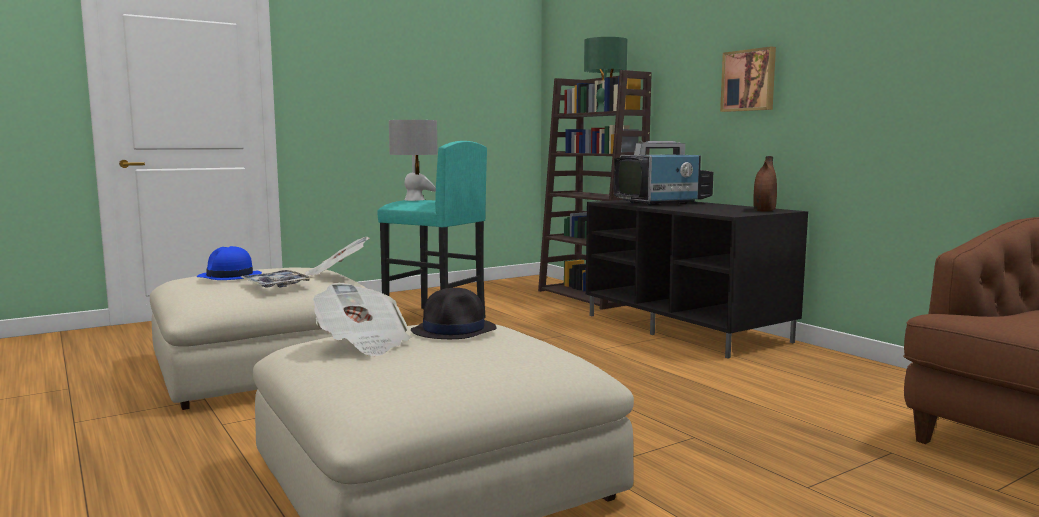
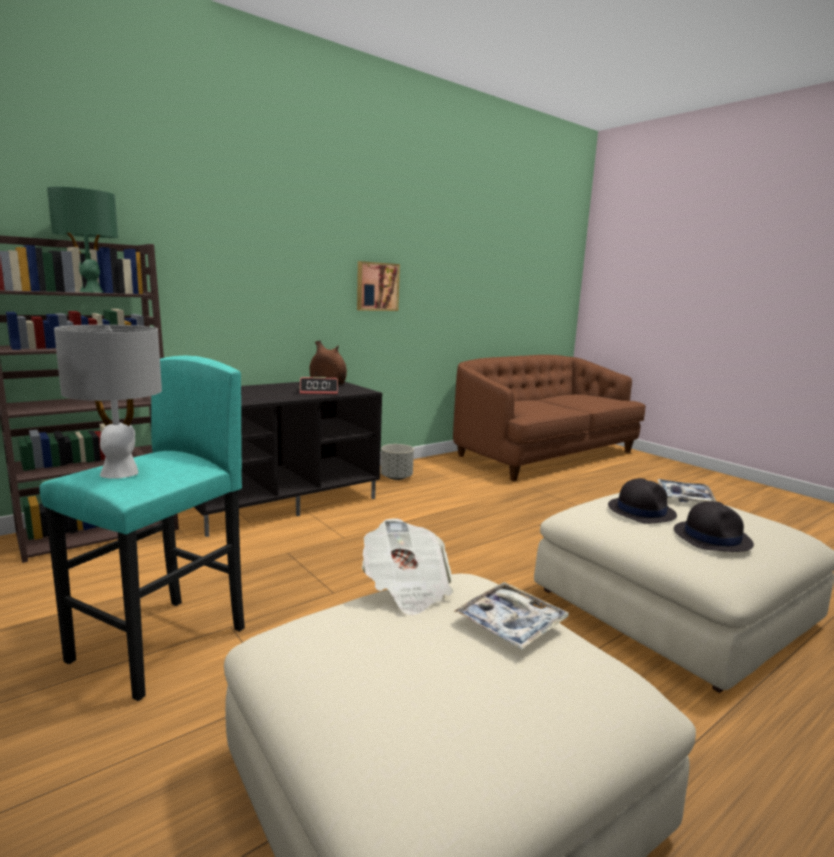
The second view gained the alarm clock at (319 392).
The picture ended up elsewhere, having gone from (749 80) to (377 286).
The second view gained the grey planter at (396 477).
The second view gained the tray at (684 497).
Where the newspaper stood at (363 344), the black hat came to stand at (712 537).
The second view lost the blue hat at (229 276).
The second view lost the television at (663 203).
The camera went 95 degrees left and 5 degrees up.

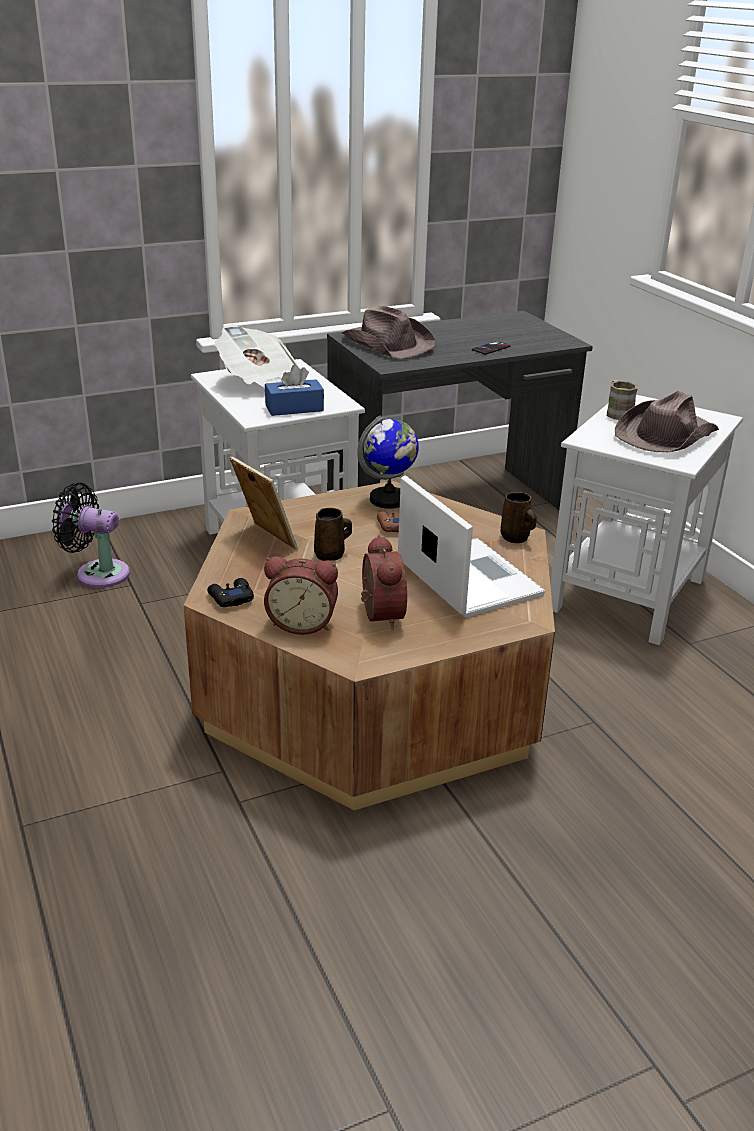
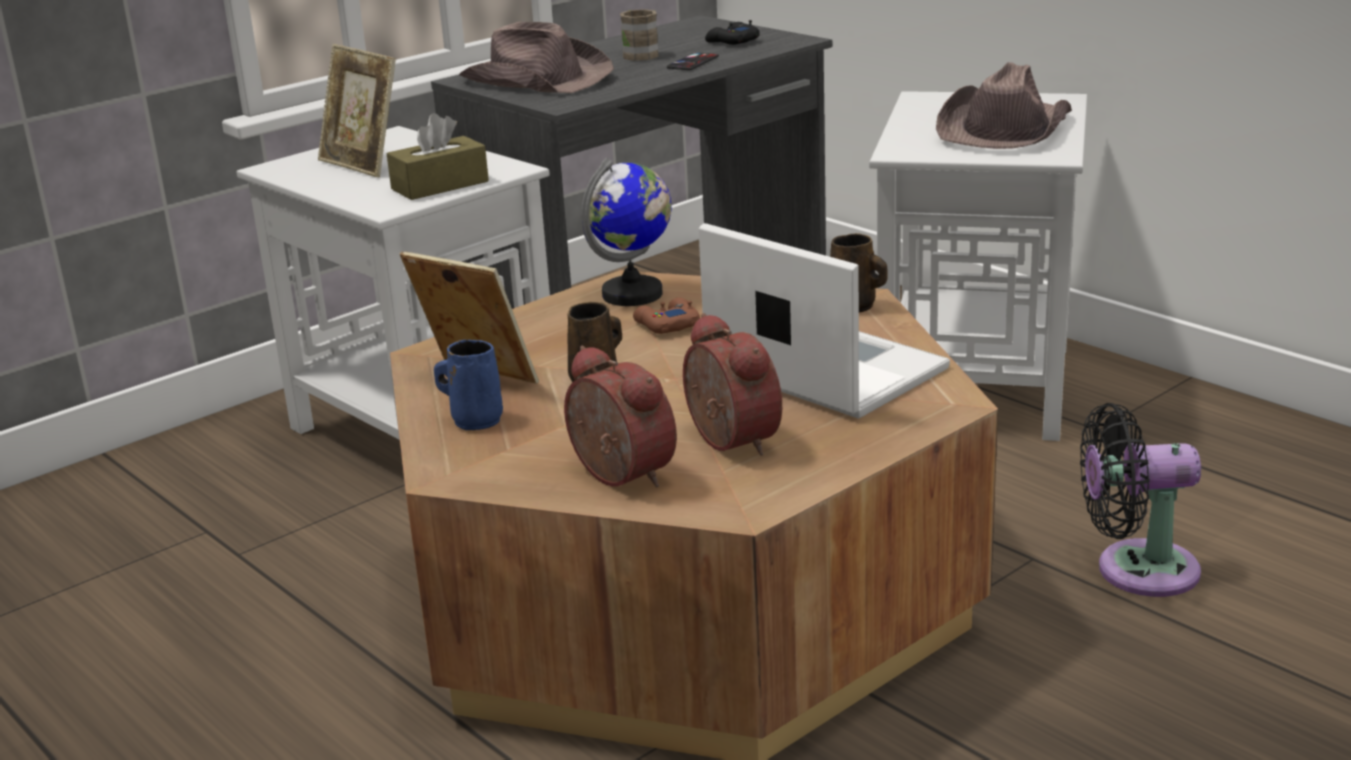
Where the newspaper stood at (261 384), the picture frame came to stand at (363 164).
What was the blue tissue box at (294 408) turned into the brown tissue box at (440 185).
The second view gained the blue mug at (474 420).
The alarm clock at (302 623) ended up facing another way, 120 degrees counterclockwise from before.
The brown mug ended up elsewhere, having gone from (617 412) to (637 54).
The black game controller ended up elsewhere, having gone from (230 598) to (732 41).
The black fan ended up elsewhere, having gone from (97 573) to (1136 570).
The camera went 15 degrees left and 5 degrees down.

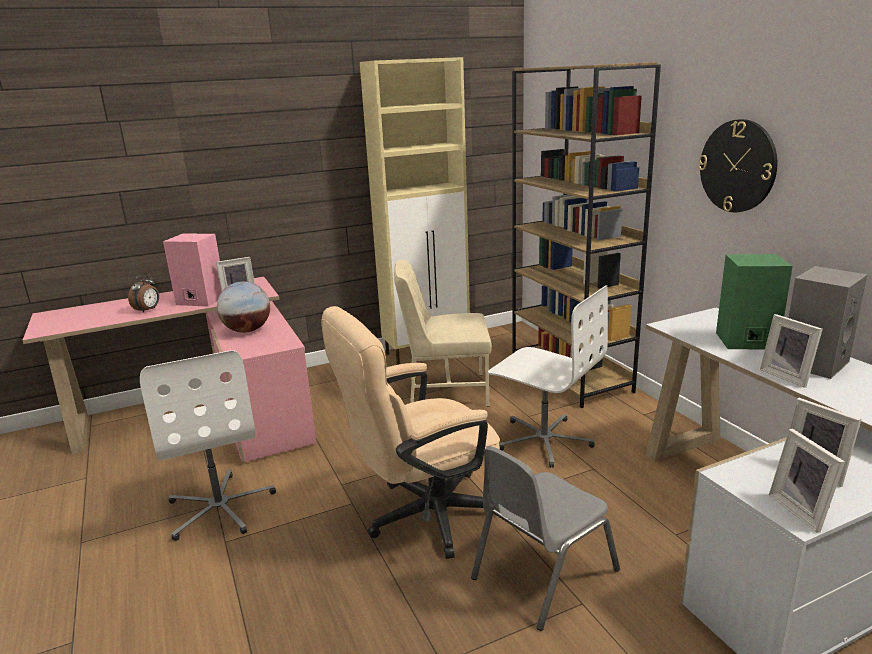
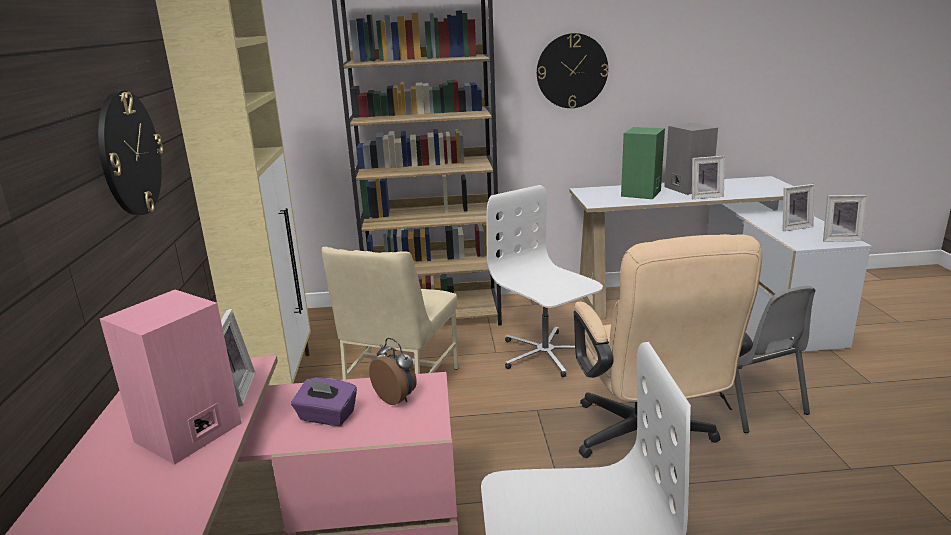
The second view gained the wall clock at (129 154).
Where the globe stood at (247 330), the purple tissue box came to stand at (326 417).
The alarm clock ended up elsewhere, having gone from (148 310) to (397 398).
The white office chair at (544 440) ended up facing another way, 90 degrees counterclockwise from before.
The camera went 70 degrees left and 0 degrees up.

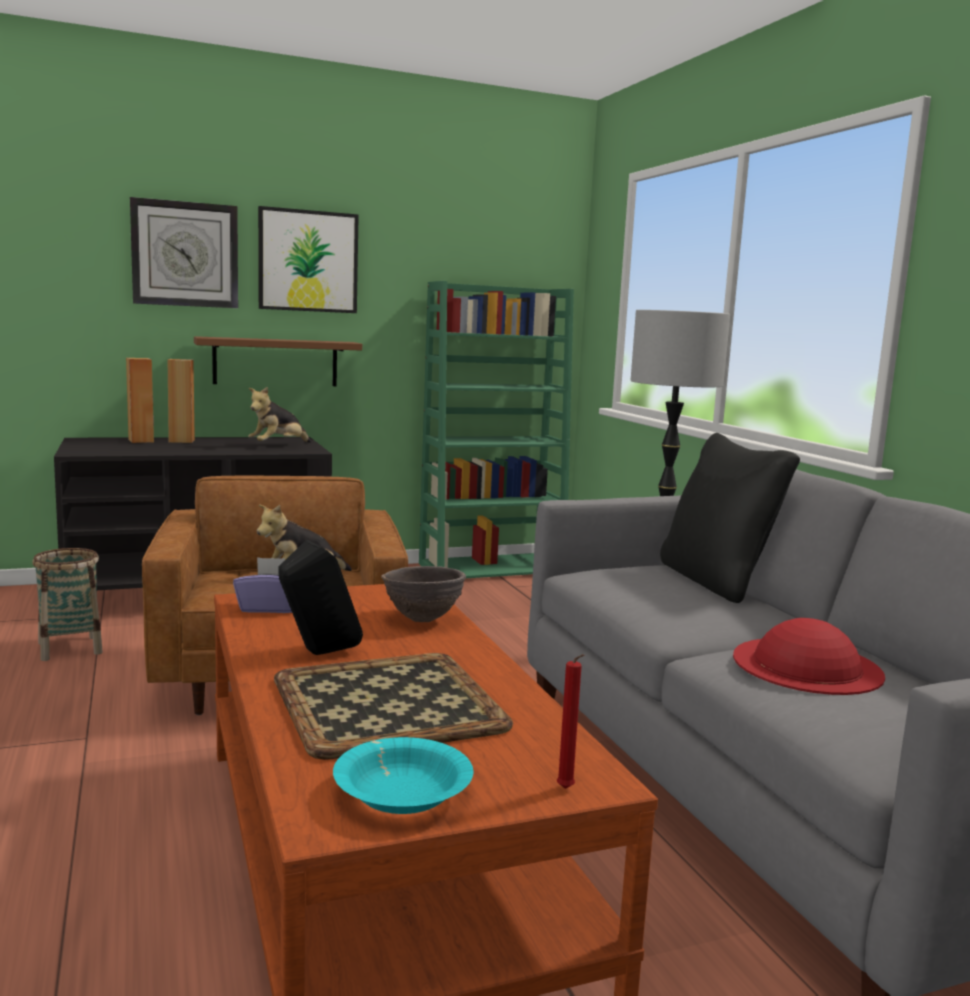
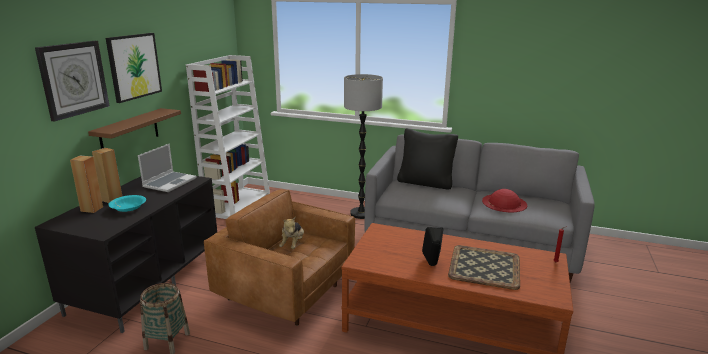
The turquoise bowl ended up elsewhere, having gone from (403 793) to (128 207).
Where the plush toy stood at (278 446), the laptop came to stand at (170 182).
What was the green bookcase at (492 569) turned into the white bookcase at (238 203).
The second view lost the purple tissue box at (269 608).
The second view lost the brown bowl at (422 619).
The camera went 50 degrees left and 10 degrees up.

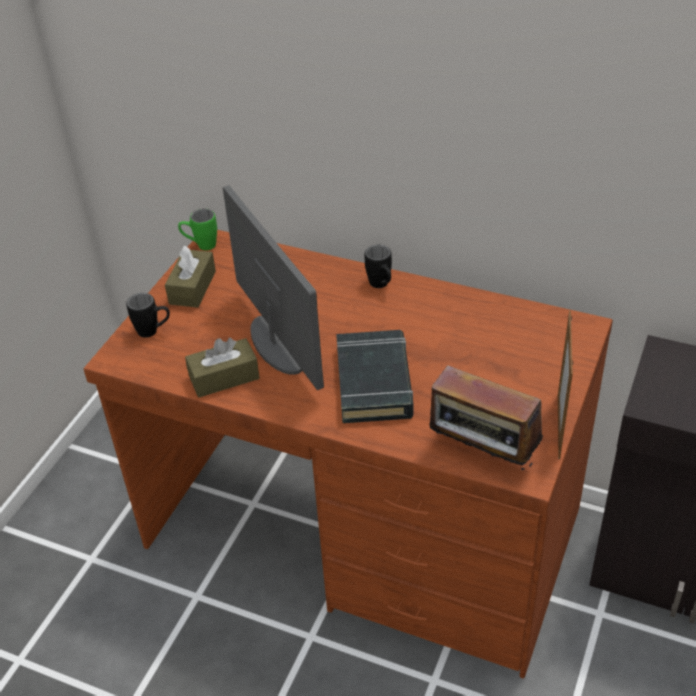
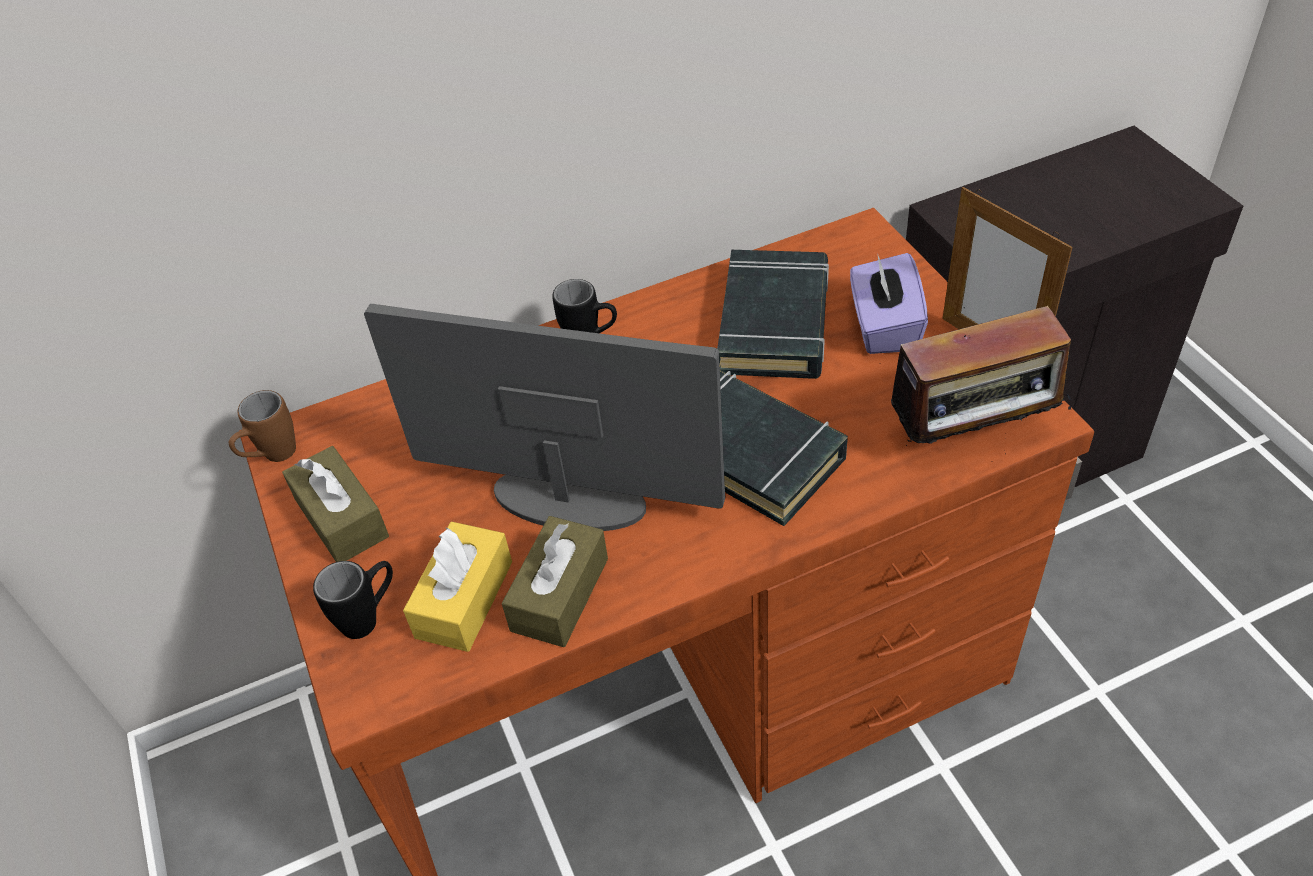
What was the green mug at (201 245) turned into the brown mug at (272 457).
The second view gained the yellow tissue box at (464 599).
The second view gained the black book at (775 323).
The second view gained the purple tissue box at (884 327).
The camera went 45 degrees left and 5 degrees up.

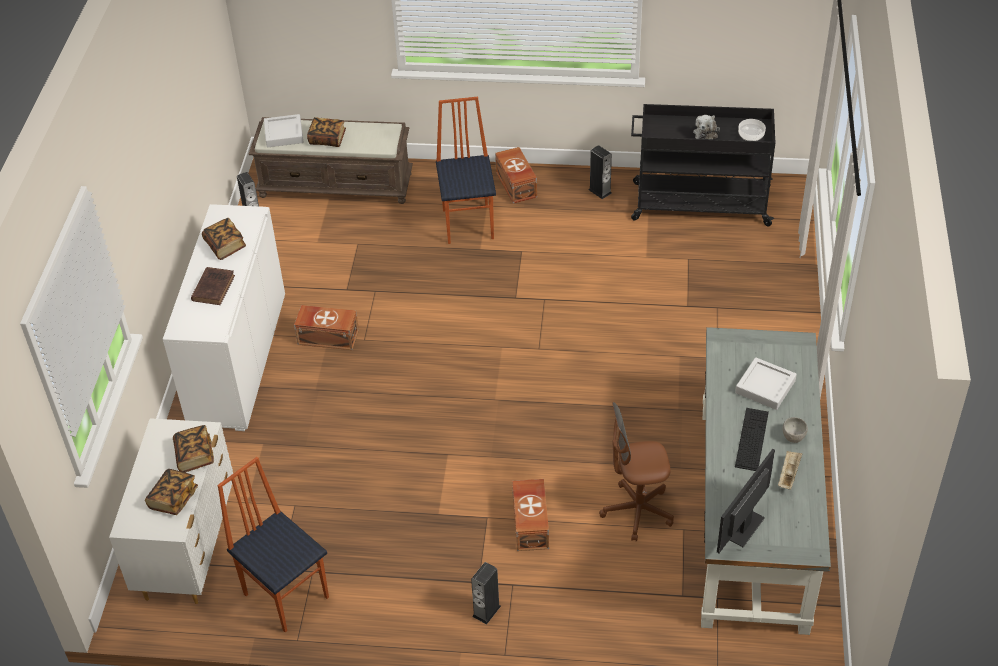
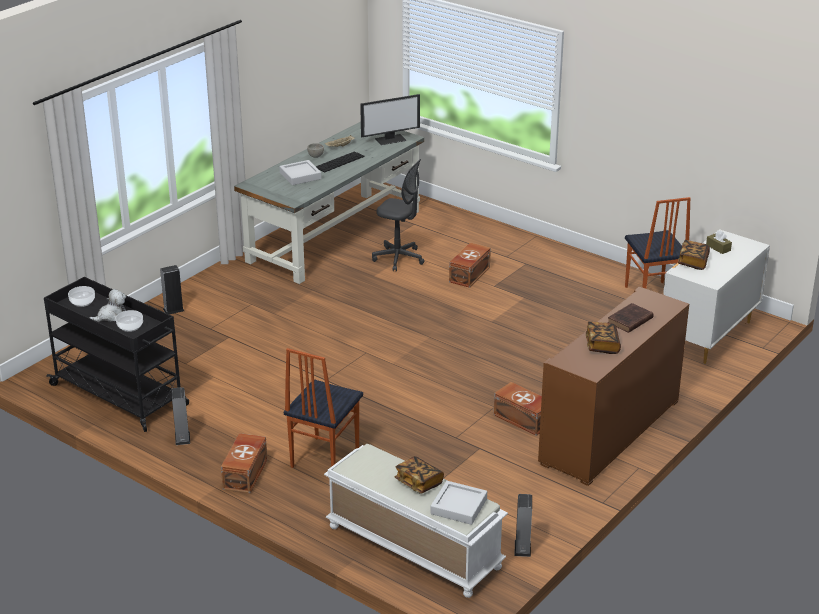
The second view gained the bowl at (130 327).
The speaker ended up elsewhere, having gone from (486 611) to (173 310).
What was the brown bench at (337 184) turned into the white bench at (412 547).
What was the brown office chair at (637 511) turned into the grey office chair at (398 258).
What was the white cabinet at (238 359) turned into the brown cabinet at (610 432).
Where the book stood at (173 499), the brown tissue box came to stand at (718 248).
The camera went 150 degrees left and 15 degrees down.

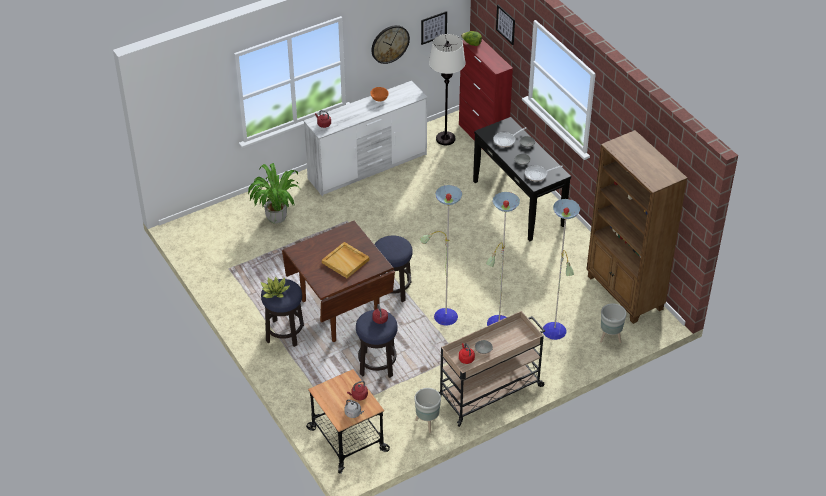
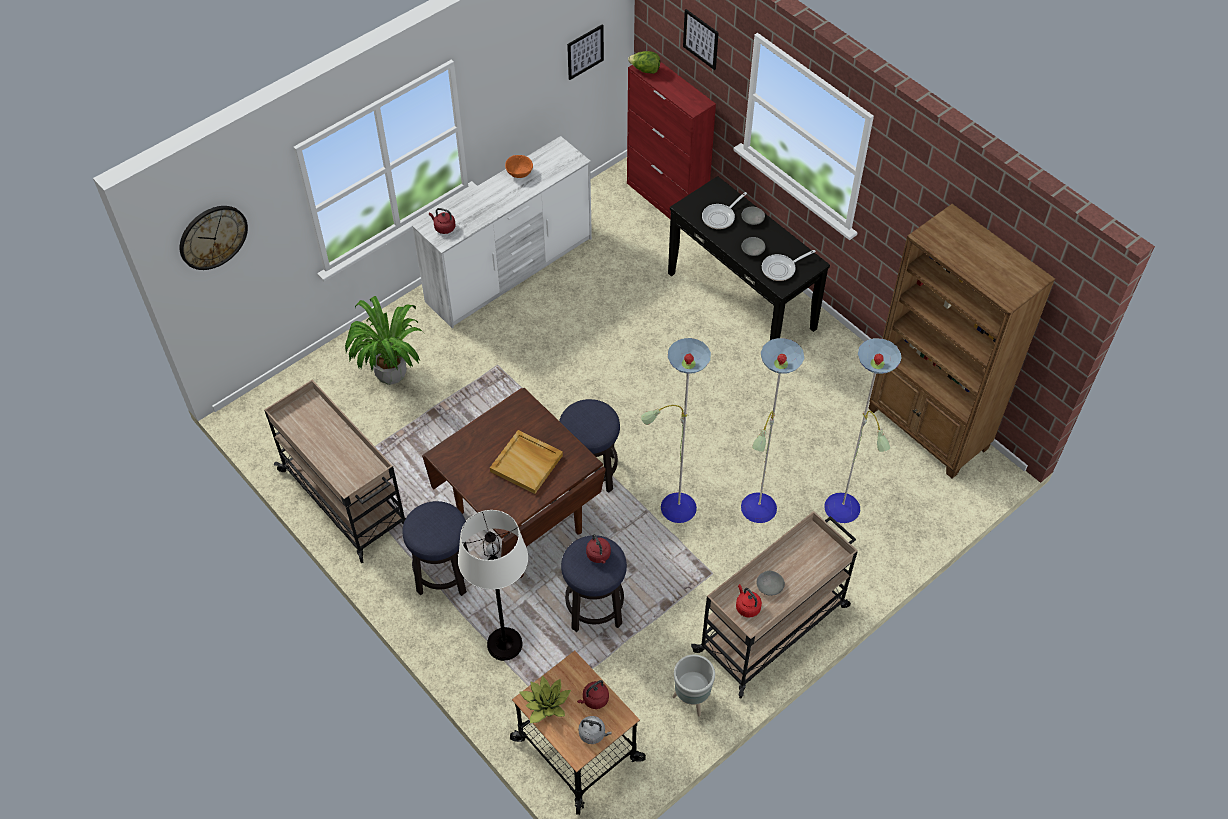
The wall clock ended up elsewhere, having gone from (390 44) to (213 237).
The second view gained the beige cart at (346 500).
The white floor lamp ended up elsewhere, having gone from (445 139) to (504 644).
The potted plant ended up elsewhere, having gone from (274 292) to (545 704).
The second view lost the grey planter at (610 338).
The camera went 10 degrees left and 10 degrees up.

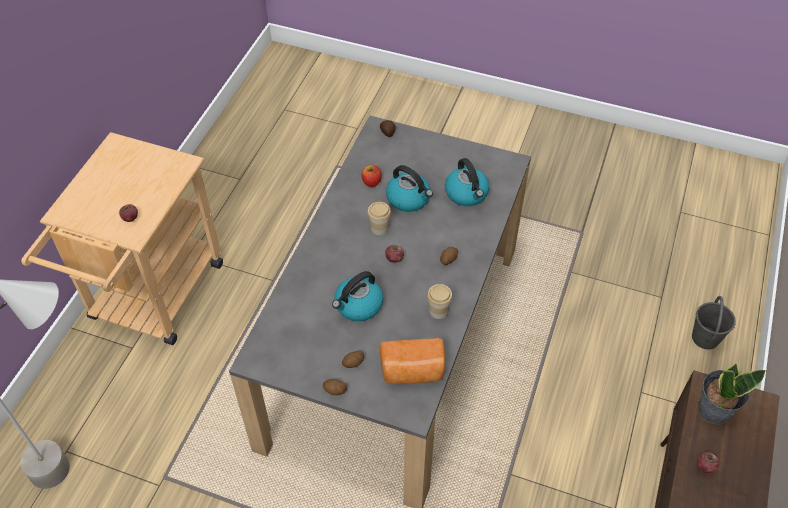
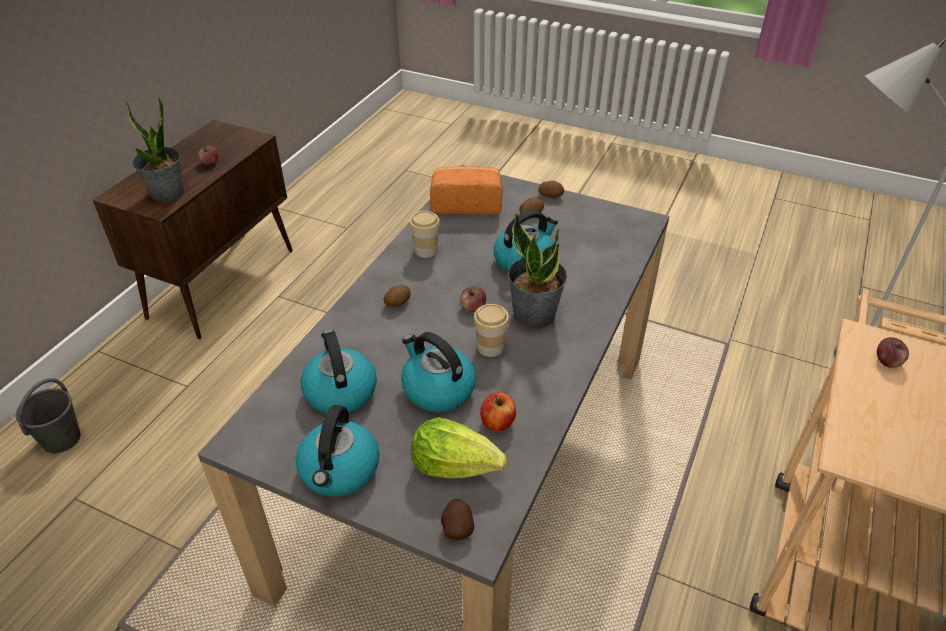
The second view gained the kettle at (340 470).
The second view gained the lettuce at (455 465).
The second view gained the potted plant at (534 314).
The camera went 175 degrees left and 10 degrees down.

